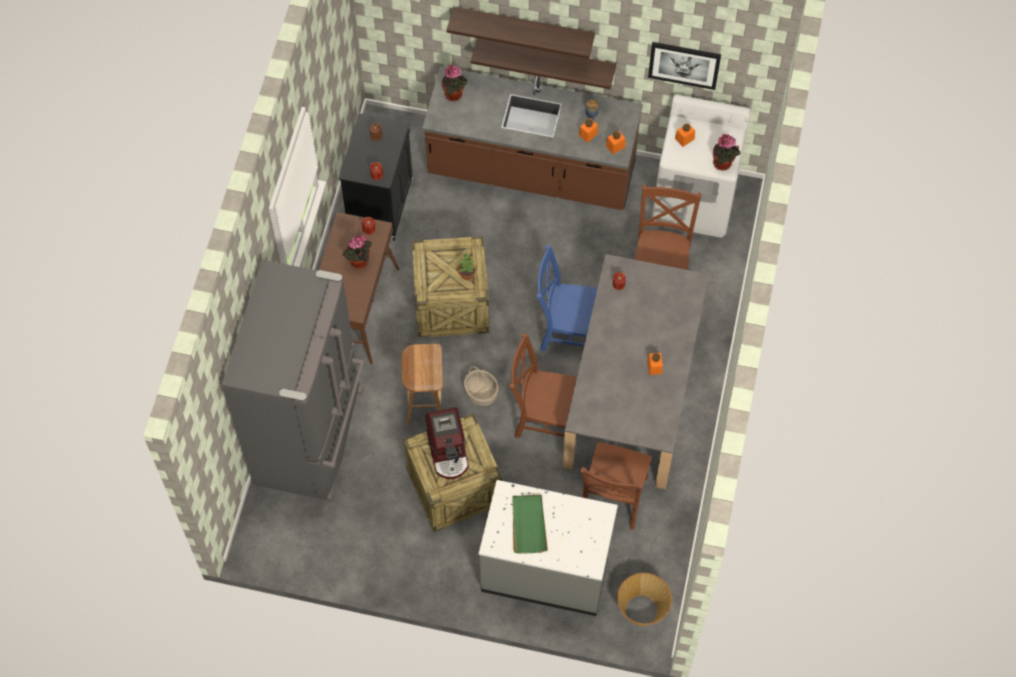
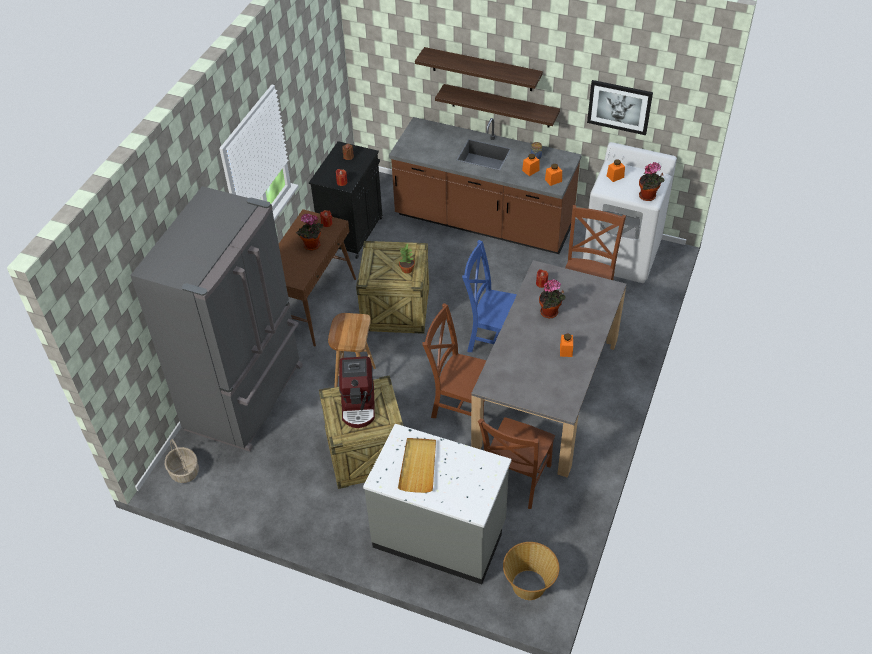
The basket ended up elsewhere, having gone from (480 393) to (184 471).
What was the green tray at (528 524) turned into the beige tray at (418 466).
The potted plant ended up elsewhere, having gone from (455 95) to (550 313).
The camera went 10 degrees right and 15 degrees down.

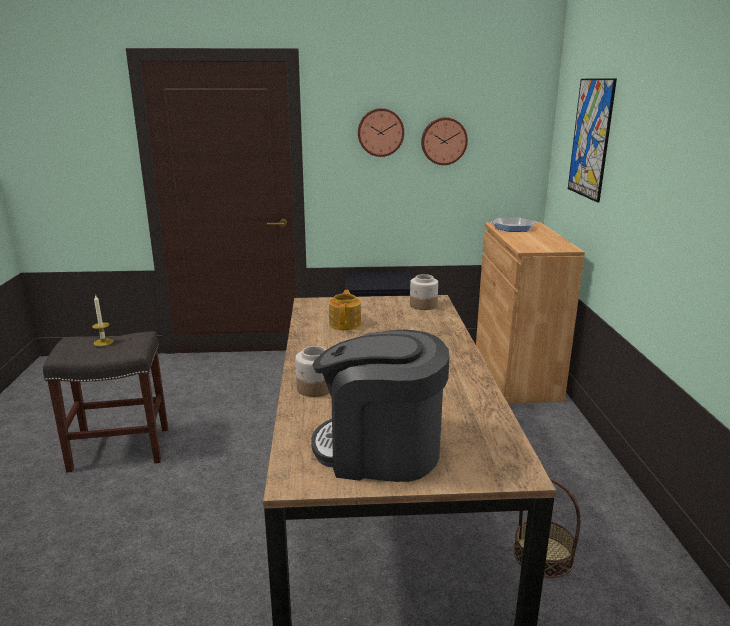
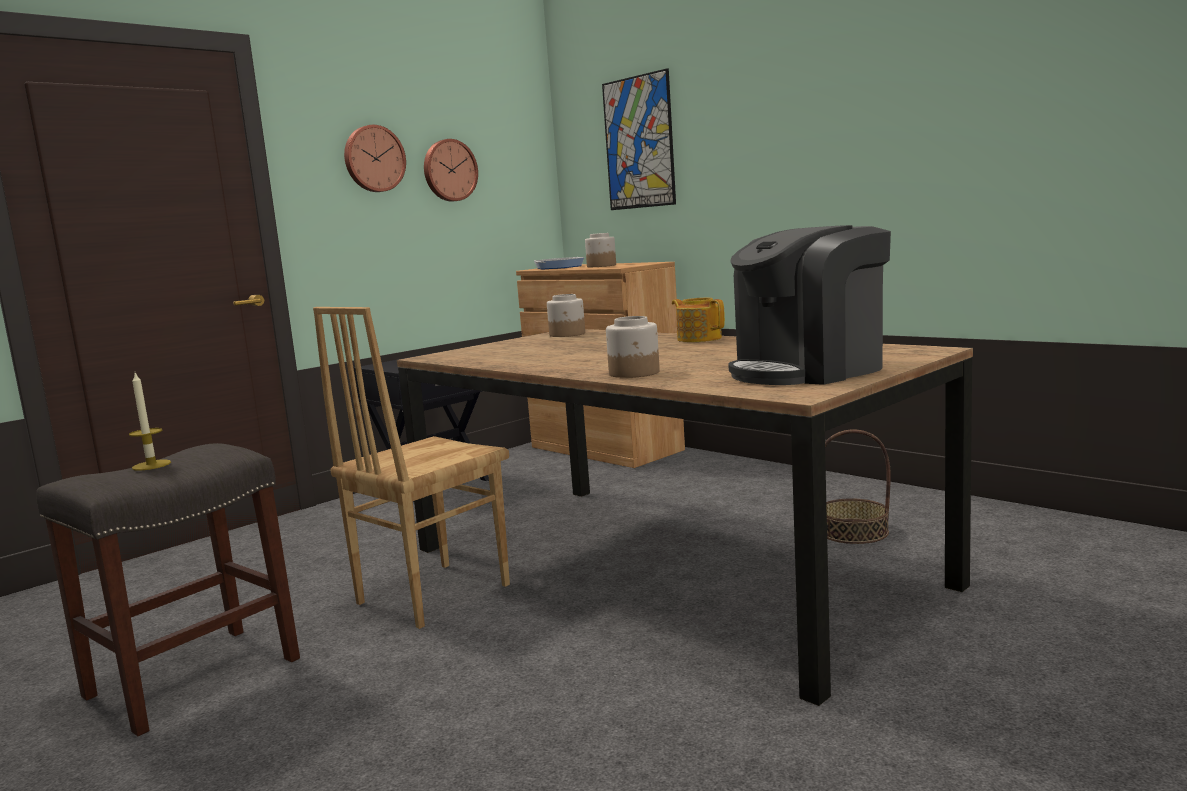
The second view gained the brown chair at (431 594).
The second view gained the jar at (601 266).
The teapot ended up elsewhere, having gone from (345 324) to (699 339).
The camera went 40 degrees left and 10 degrees down.

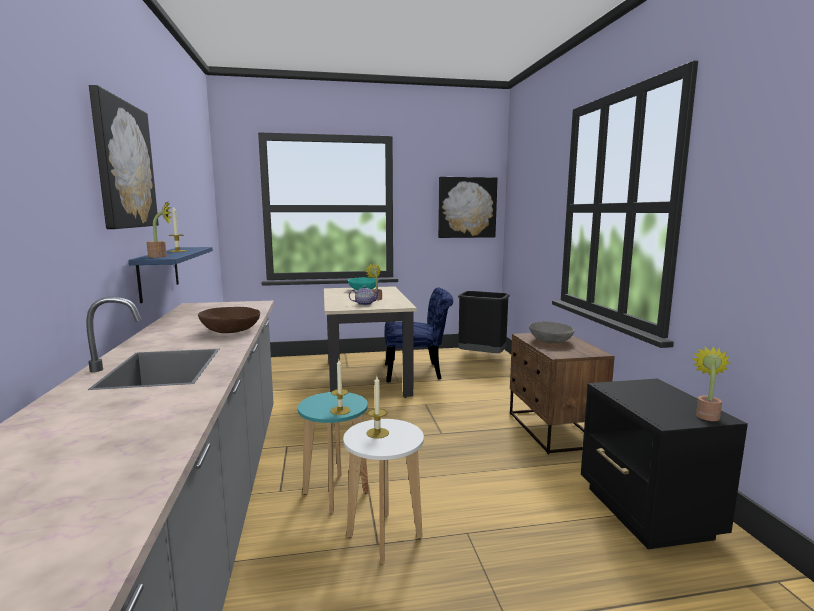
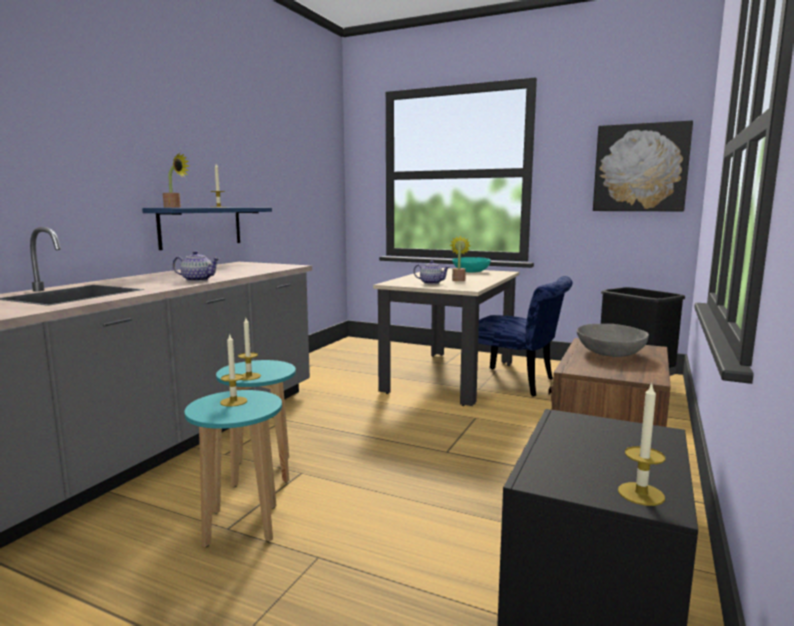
Where the brown bowl stood at (230 330), the teapot came to stand at (197 280).
What was the white stool at (384 537) turned into the turquoise stool at (241 526).
Where the potted plant stood at (706 415), the candle came to stand at (641 494).
The second view lost the picture at (124 165).
The camera went 35 degrees right and 0 degrees up.

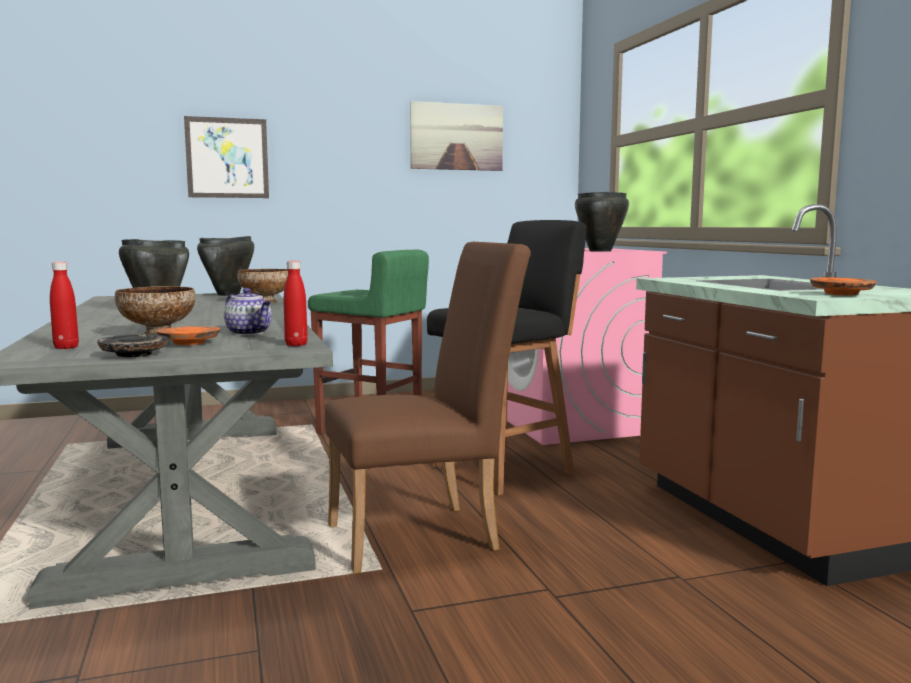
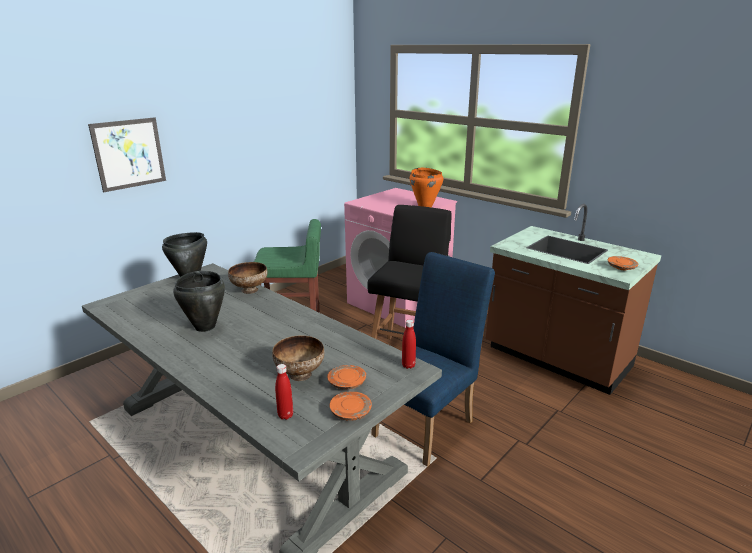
What was the black plate at (134 354) turned into the orange plate at (350 412).
What was the brown chair at (425 535) turned into the blue chair at (428 424).
What was the black cooking pot at (600 251) turned into the orange cooking pot at (425 206).
The second view lost the teapot at (249 333).
The second view lost the picture at (456 137).
The camera went 30 degrees left and 15 degrees up.

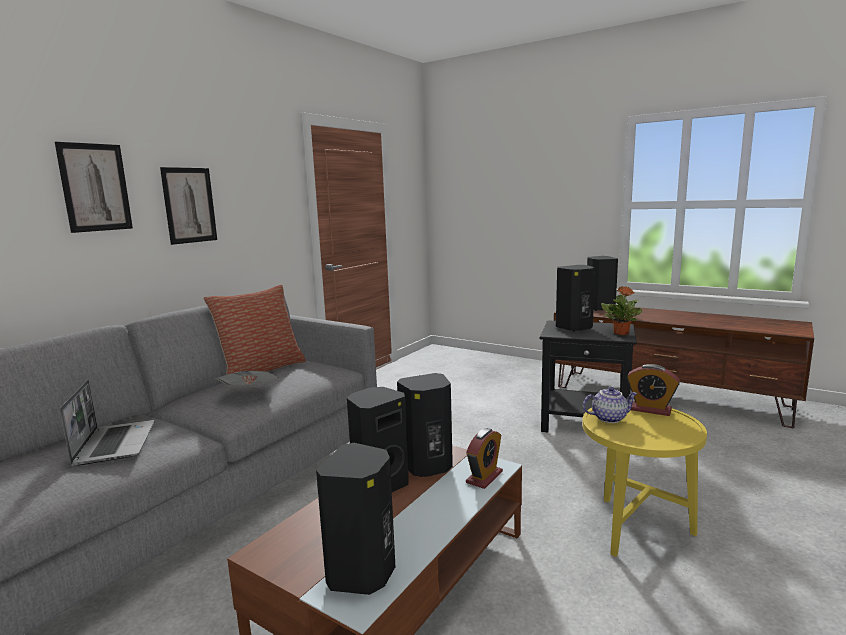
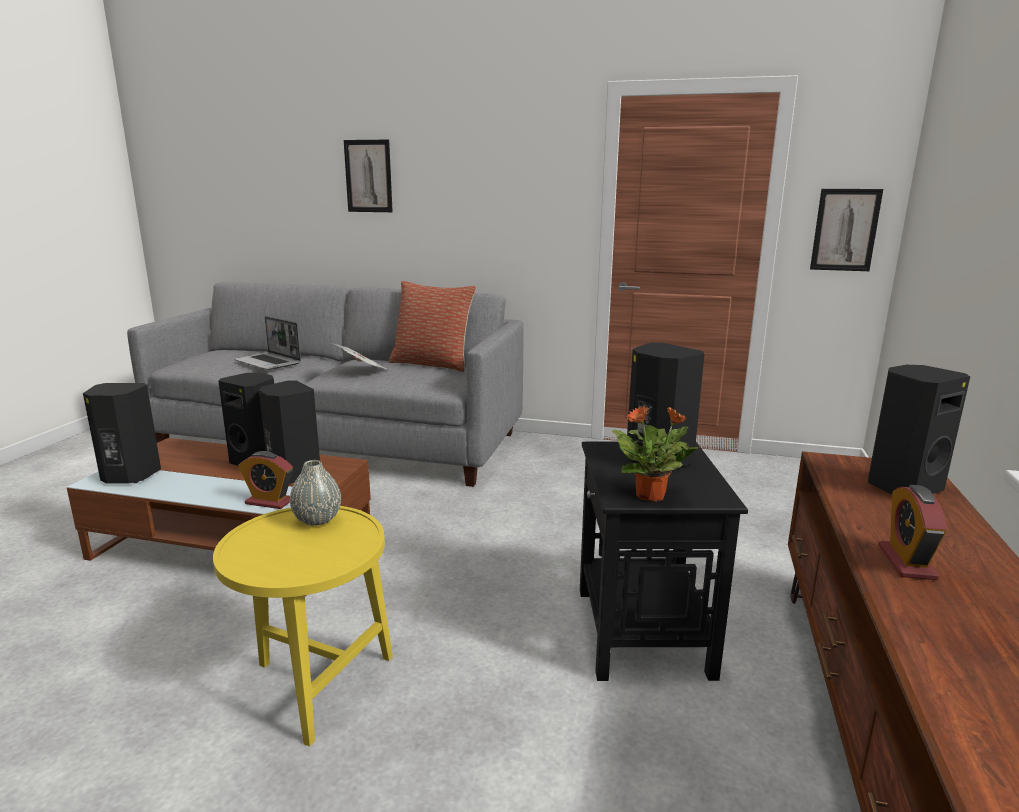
The laptop at (114 443) ended up facing another way, 75 degrees clockwise from before.
Where the teapot stood at (609 418), the grey vase came to stand at (317 519).
The picture ended up elsewhere, having gone from (189 205) to (845 230).
The alarm clock ended up elsewhere, having gone from (650 409) to (906 562).
The camera went 70 degrees right and 5 degrees up.

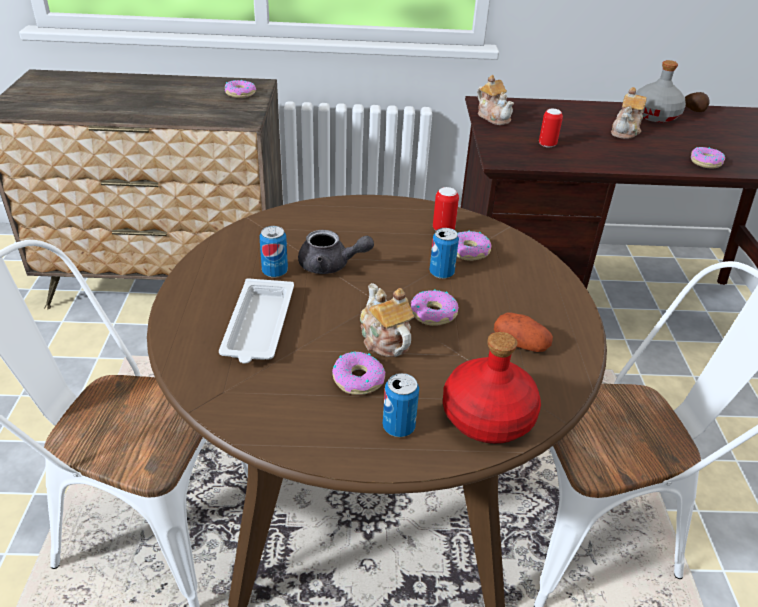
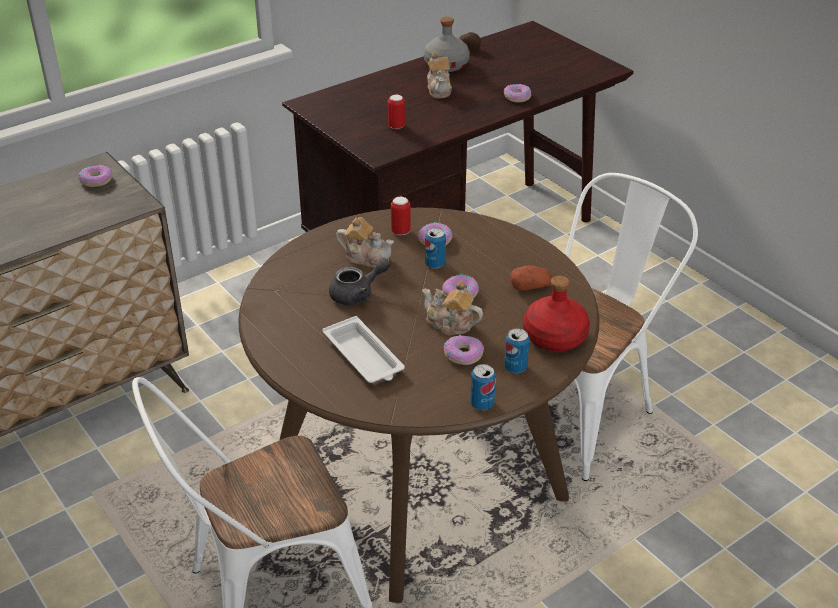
The teapot ended up elsewhere, having gone from (493 117) to (366 257).
The can ended up elsewhere, having gone from (275 272) to (482 404).
The camera went 35 degrees left and 0 degrees up.

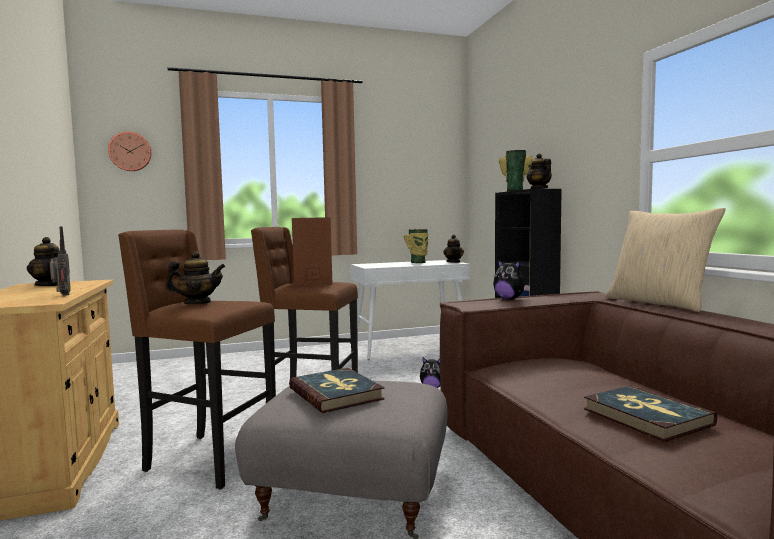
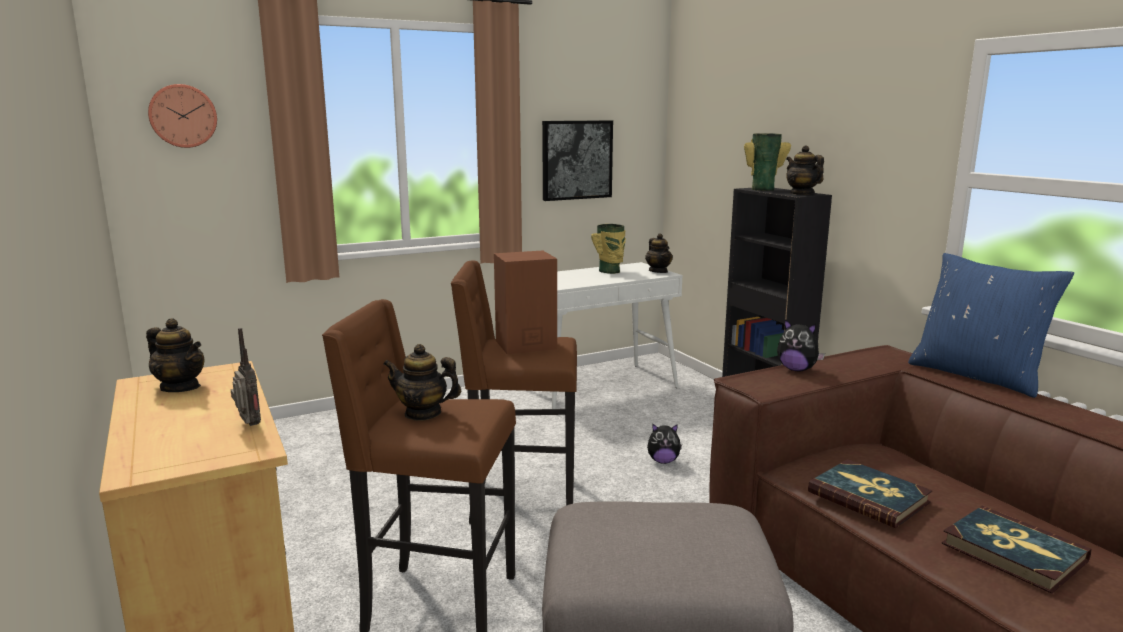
The teapot at (197 303) ended up facing another way, 150 degrees counterclockwise from before.
The second view gained the picture at (576 160).
The book ended up elsewhere, having gone from (336 394) to (868 497).
What was the beige pillow at (659 303) turned into the blue pillow at (977 375).
The camera went 10 degrees left and 10 degrees up.

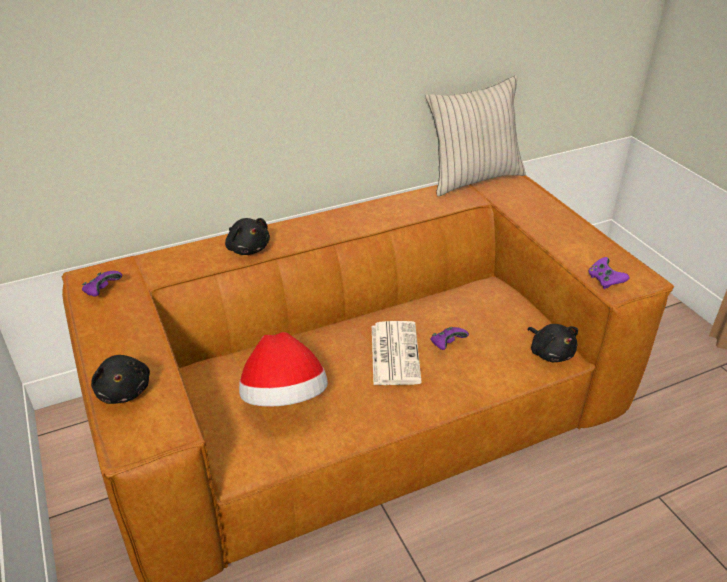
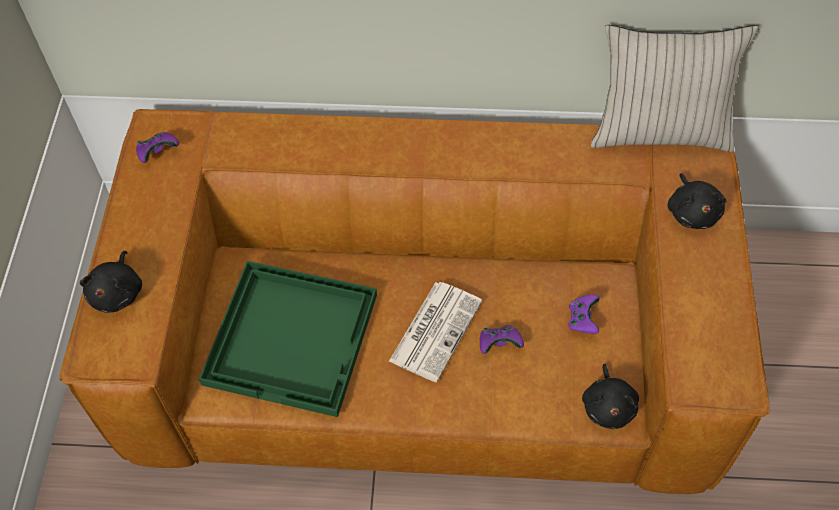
Where the hat stood at (284 398), the green tray came to stand at (293 338).
The purple game controller ended up elsewhere, having gone from (604 281) to (582 320).
The black plush toy ended up elsewhere, having gone from (248 248) to (692 212).
The camera went 30 degrees right and 20 degrees up.

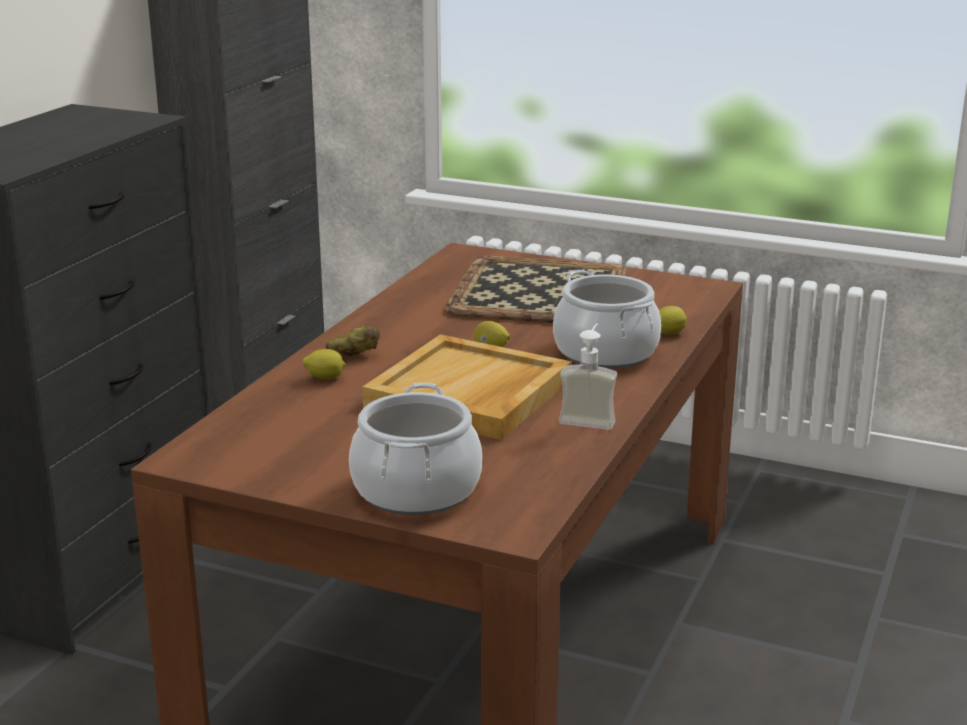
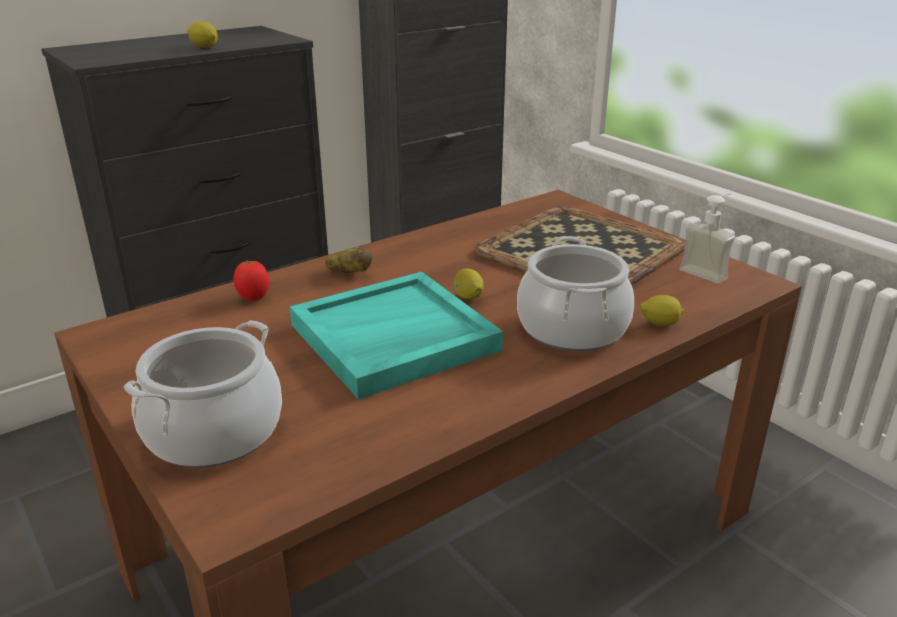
The lemon ended up elsewhere, having gone from (325 378) to (204 47).
The second view gained the tomato at (254 298).
What was the beige tray at (469 394) turned into the turquoise tray at (393 338).
The soap dispenser ended up elsewhere, having gone from (589 418) to (708 271).
The camera went 30 degrees right and 5 degrees up.

